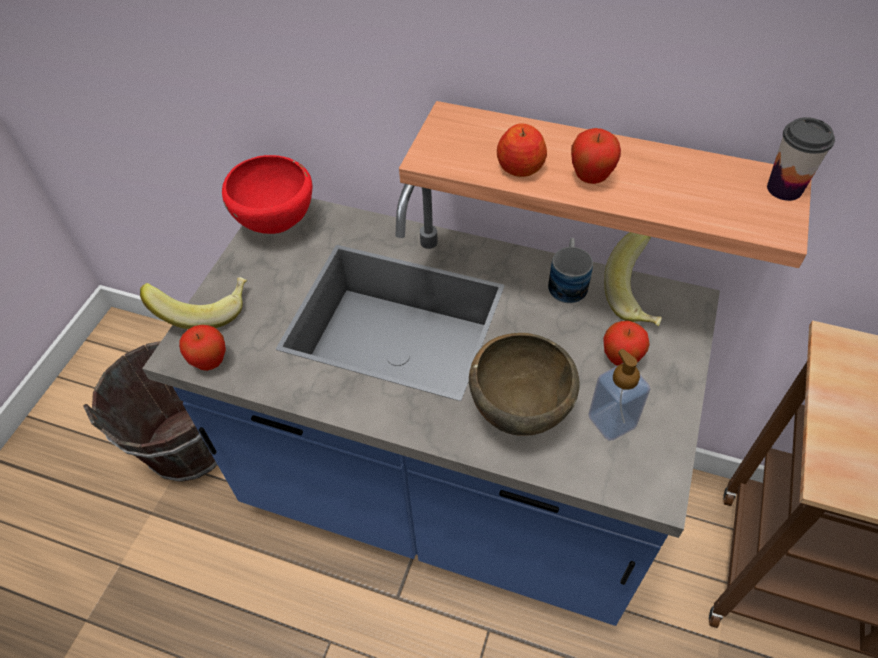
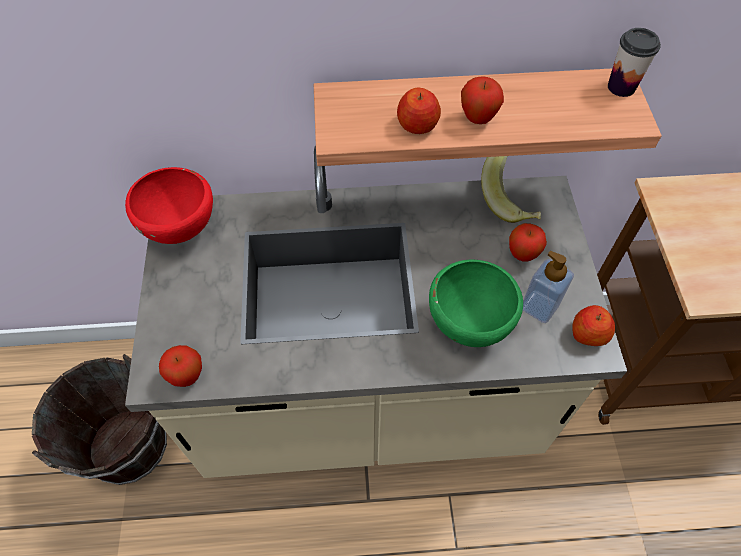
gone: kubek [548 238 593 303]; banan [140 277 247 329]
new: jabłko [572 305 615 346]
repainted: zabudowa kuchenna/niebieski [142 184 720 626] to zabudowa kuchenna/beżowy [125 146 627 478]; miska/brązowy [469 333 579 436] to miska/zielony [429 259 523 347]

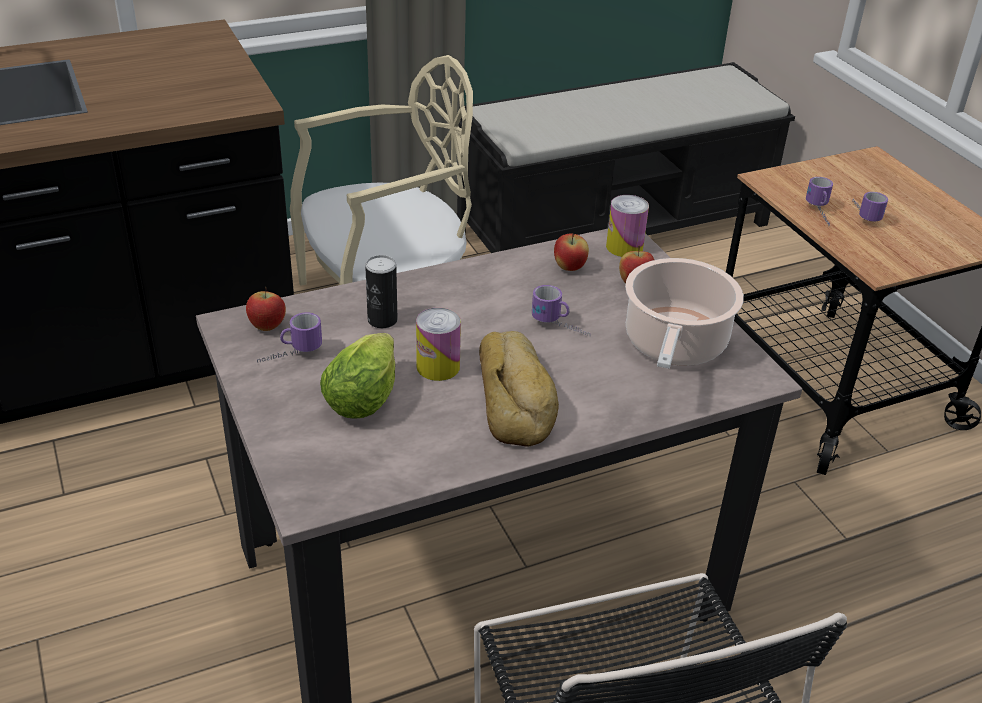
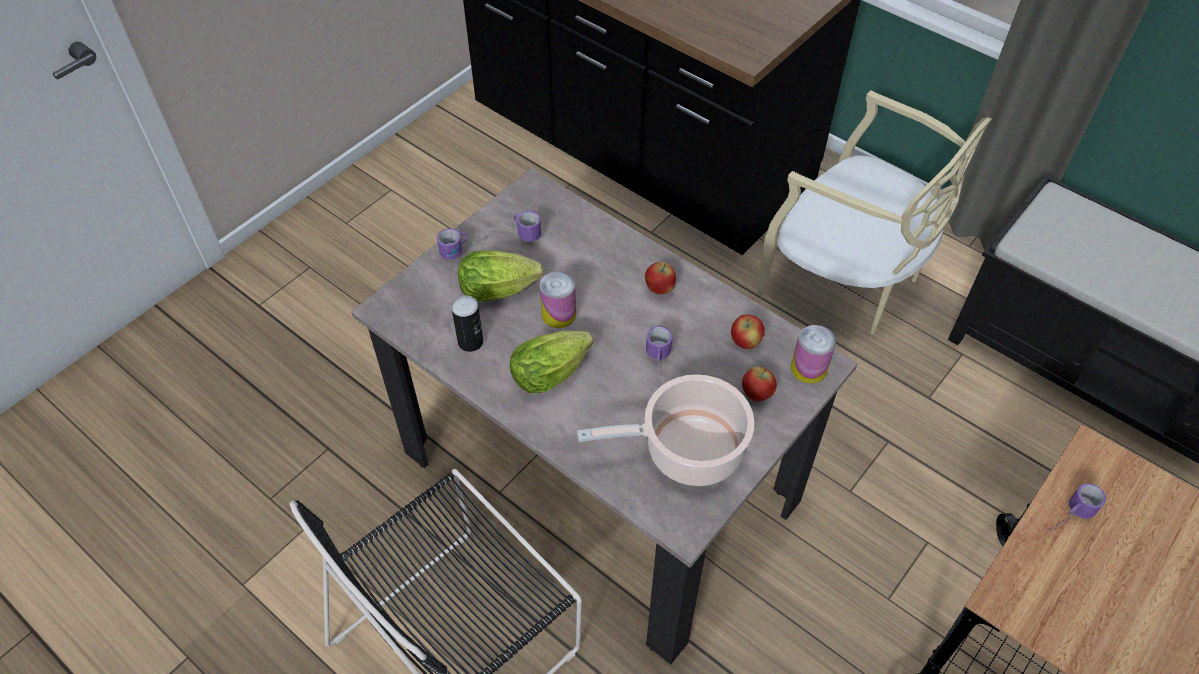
shifted: kubek [852 192 888 222] to [437 228 486 260]; puszka [365 255 398 328] to [451 295 483 352]; jabłko [246 286 286 331] to [645 262 676 294]
swapped: chleb [479 331 559 446] to sałata [510 331 593 393]

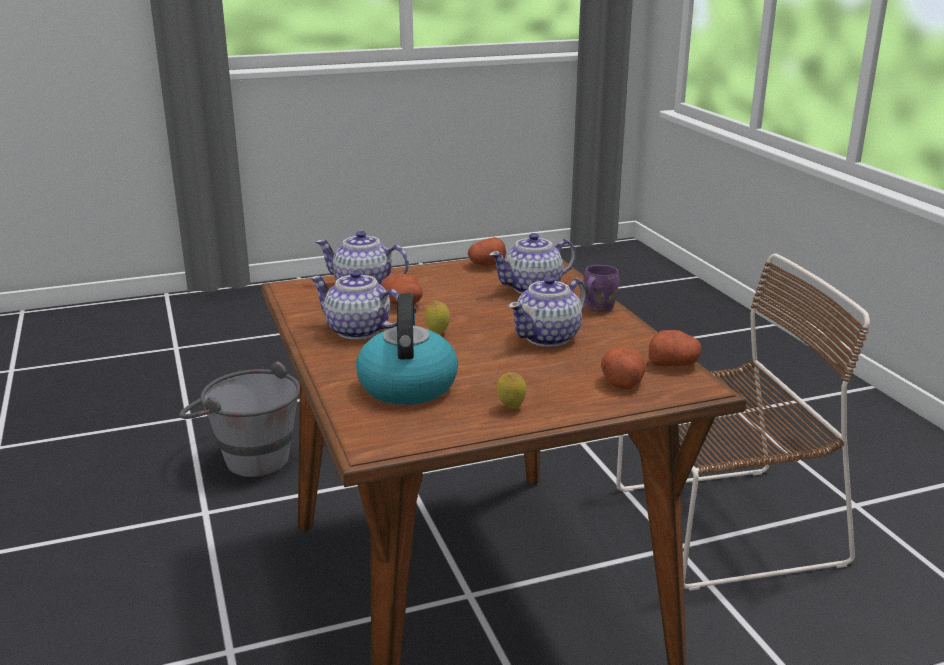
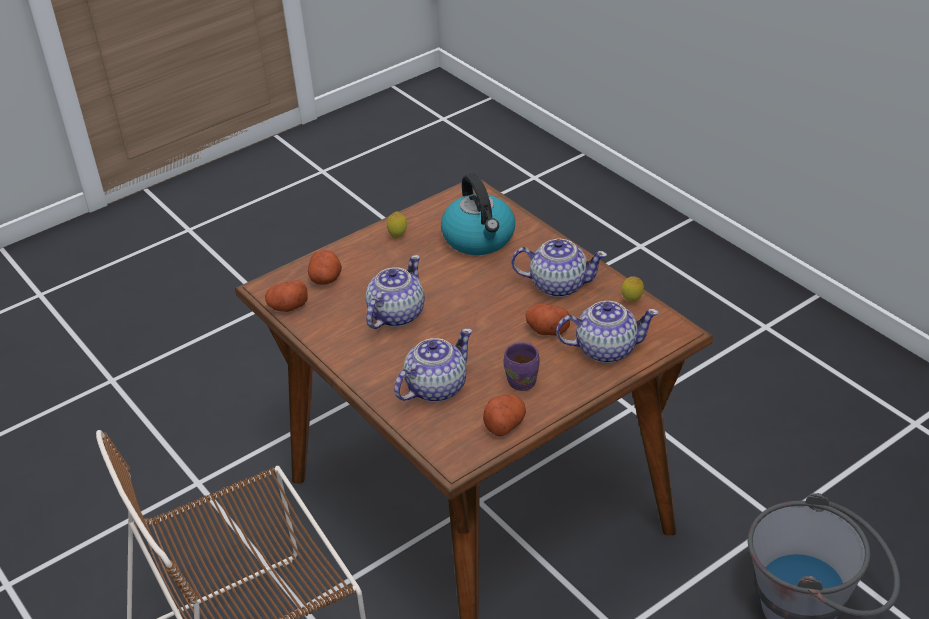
shifted: kubek/fioletowy [583 265 619 312] to [503 342 540 391]; cytryna [425 300 450 335] to [622 277 644 302]

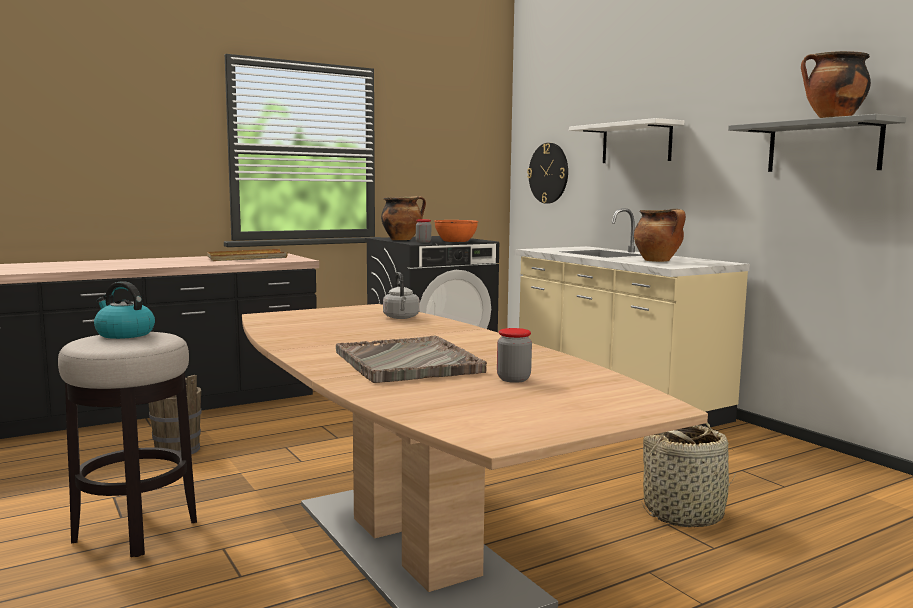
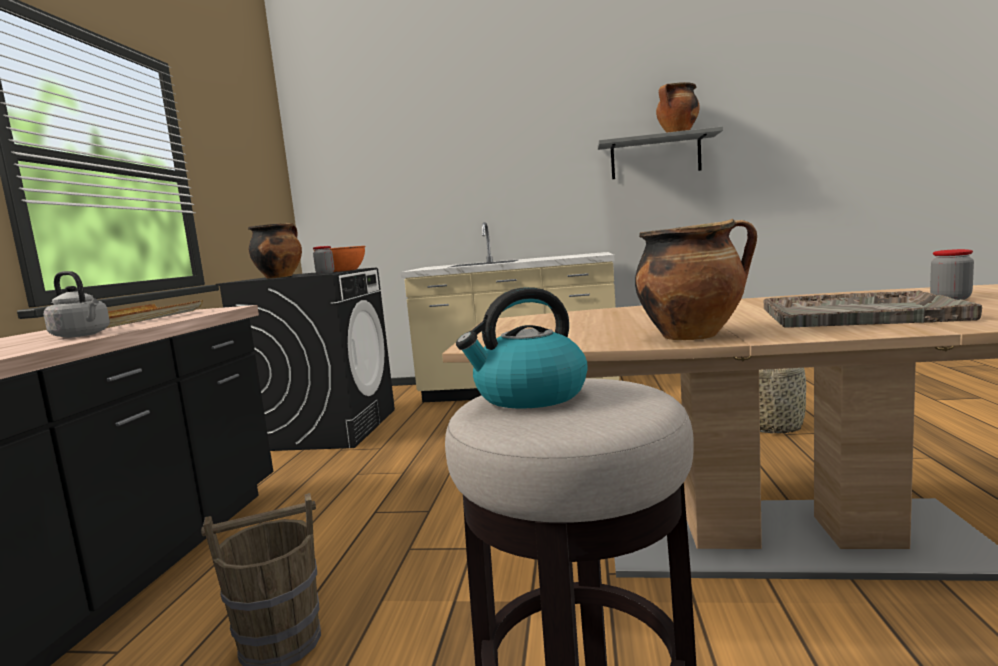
gone: półka/biały [569 118 684 163]; zegar ścienny [527 143 568 204]
shifted: garnek [634 209 686 262] to [635 219 757 340]; czajnik/szary [383 272 420 319] to [43 271 110 338]

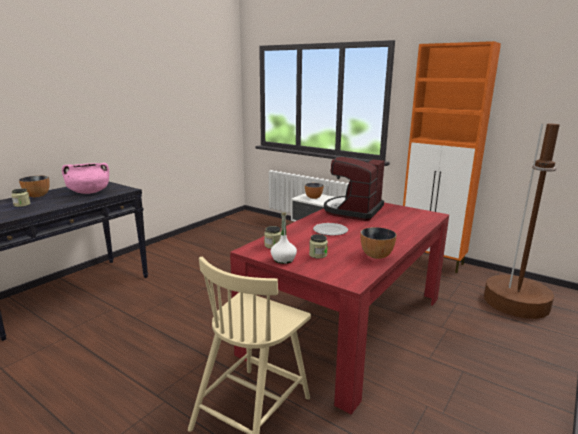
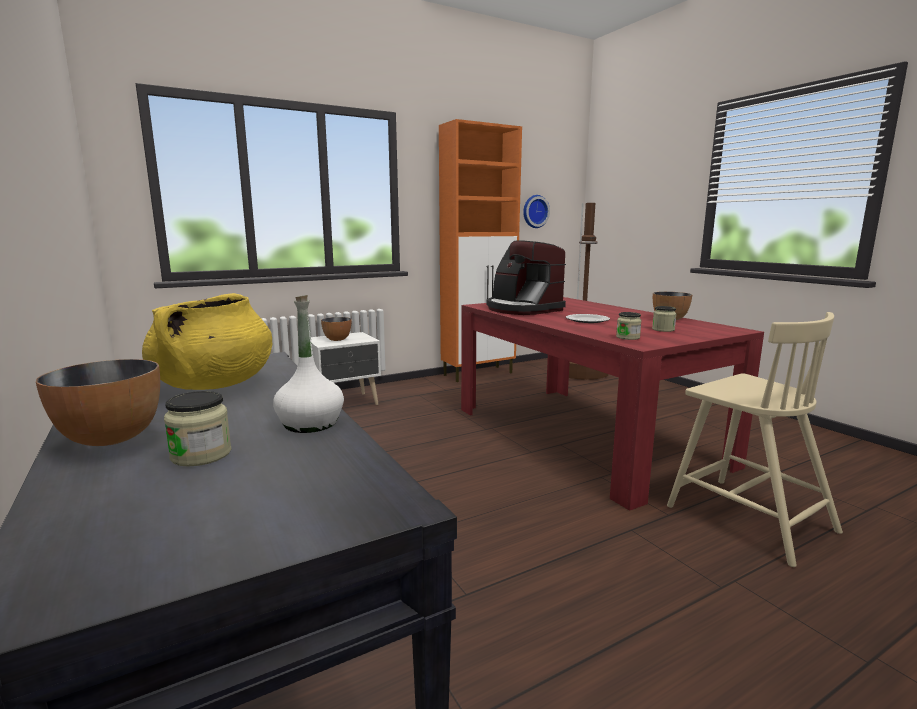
new: zegar ścienny [523 195 550 228]
shifted: butelka/biały [271 213 297 264] to [273 295 344 433]
repainted: garnek/różowy [62 163 109 194] to garnek/żółty [142 293 273 390]

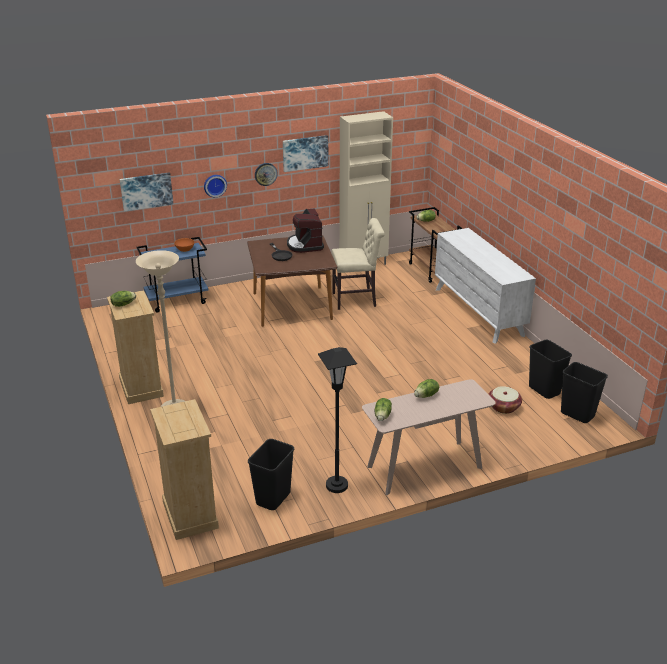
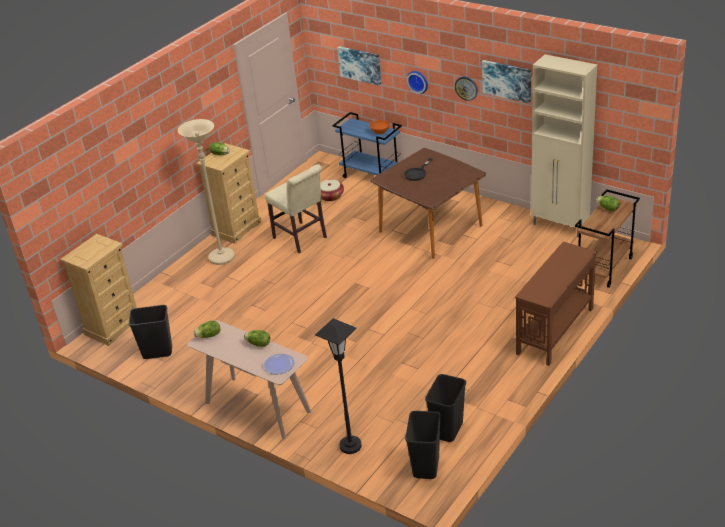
gone: ekspres do kawy [287 209 324 253]
new: talerz [264 354 294 374]
shifted: krzesło/beżowy [332 218 385 310] to [265 164 327 253]; lampa stojąca/czarny [318 347 357 493] to [315 318 362 454]; koszyk [488 386 522 414] to [320 179 344 201]
swapped: komoda/biały [435 228 536 344] to stolik konsolowy/brązowy [515 242 597 366]

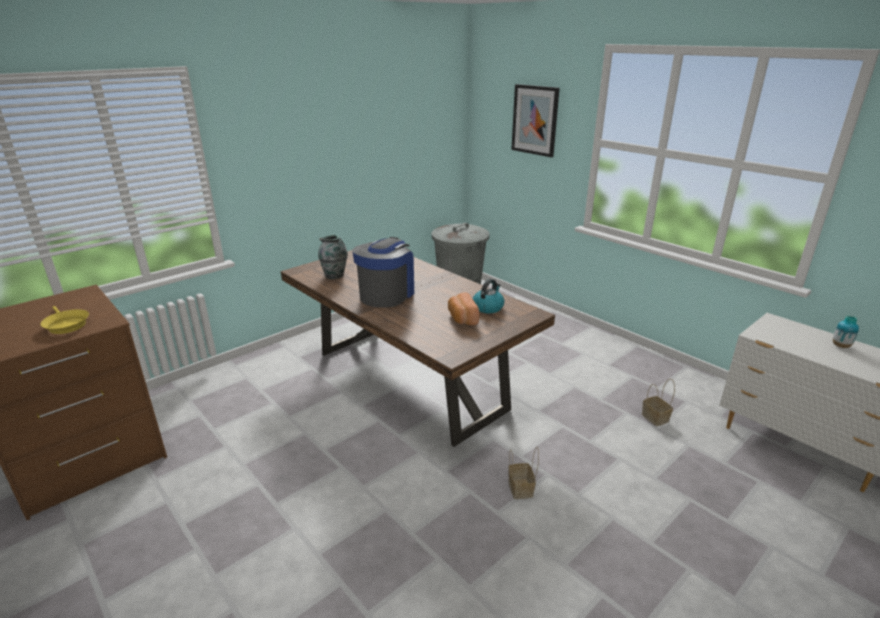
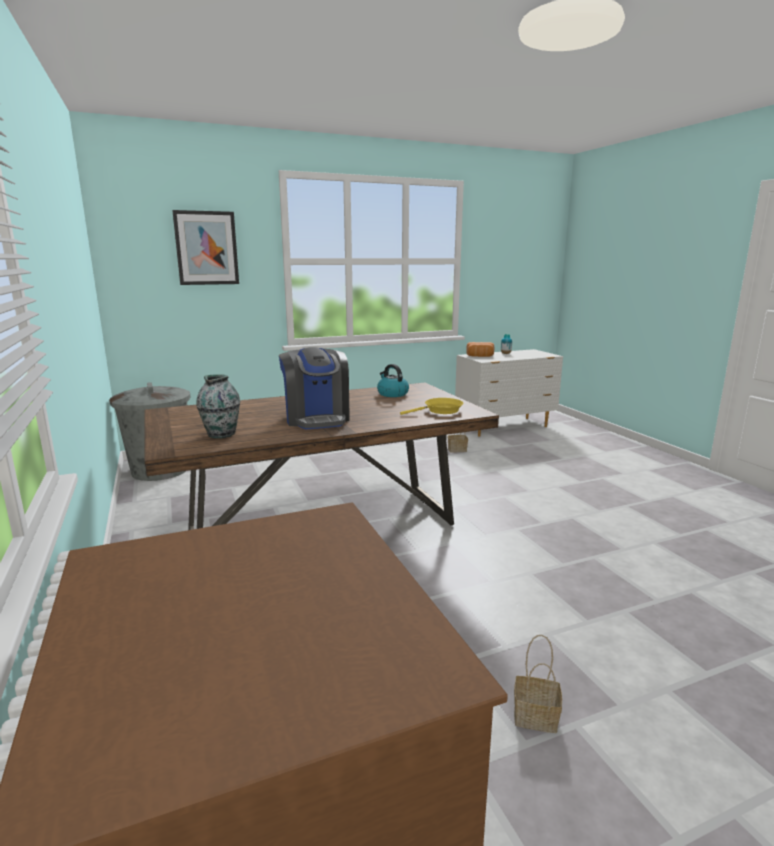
shifted: chleb [448 292 479 325] to [466 342 494 357]; patelnia/żółty [40 306 89 334] to [400 398 463 415]; koszyk [508 447 539 499] to [514 635 562 733]
rotated: ekspres do kawy [352 237 414 308] = [279 347 350 429] 150 degrees counterclockwise

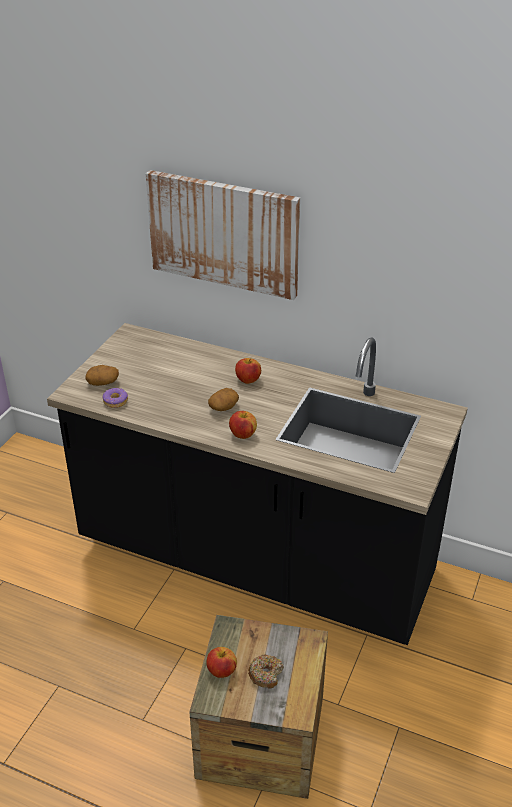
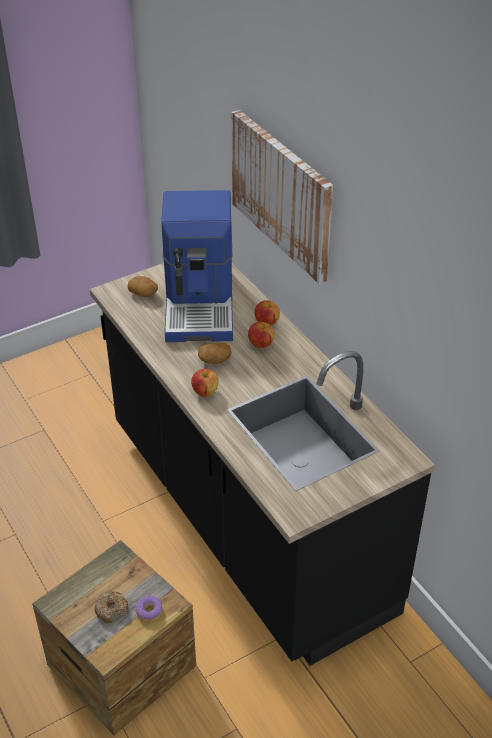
new: ekspres do kawy [161 190 233 342]
shifted: donut [103 388 128 408] to [136 596 163 622]; jabłko [206 647 237 678] to [254 300 280 326]

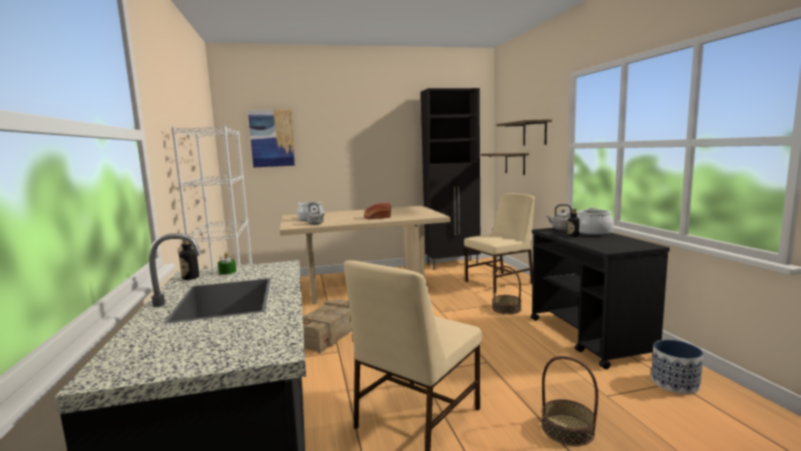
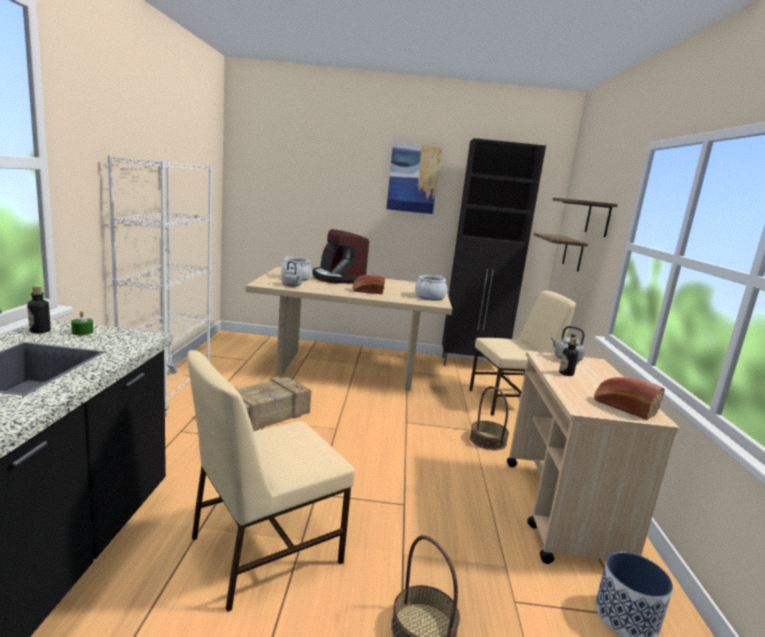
new: ekspres do kawy [312 229 369 284]; chleb [594 377 665 420]
shifted: obraz [248 110 296 167] to [386 142 442 214]; garnek [577 208 614 236] to [415 275 447 301]
repainted: wózek/czarny [531 228 670 370] to wózek/beżowy [507 351 679 564]

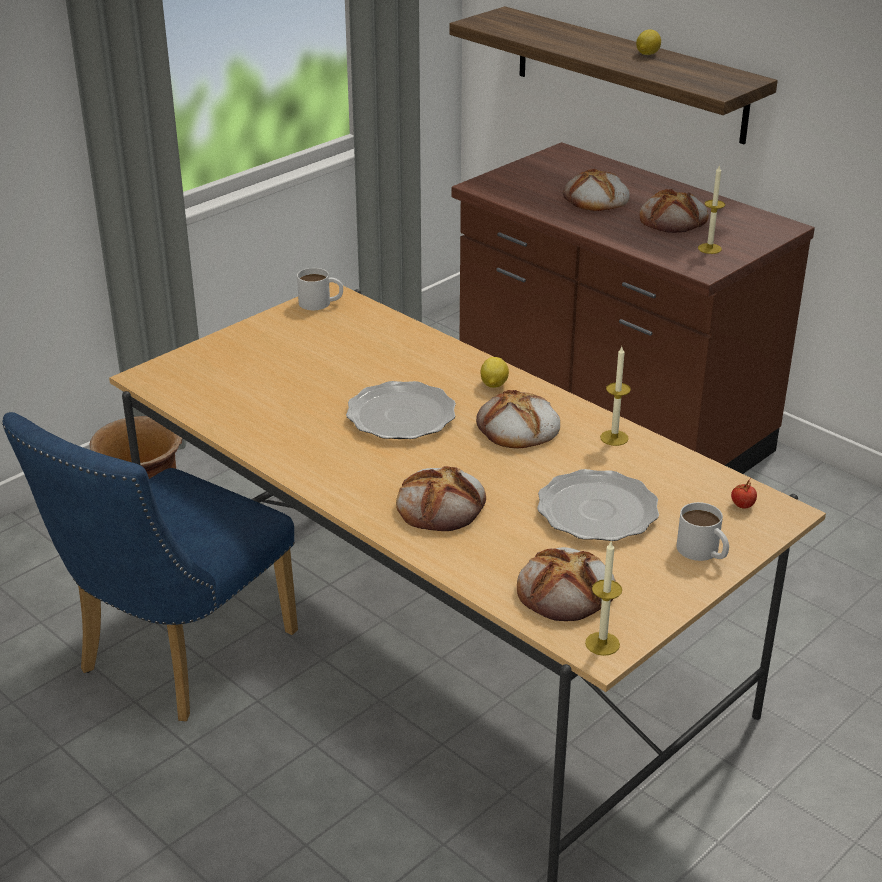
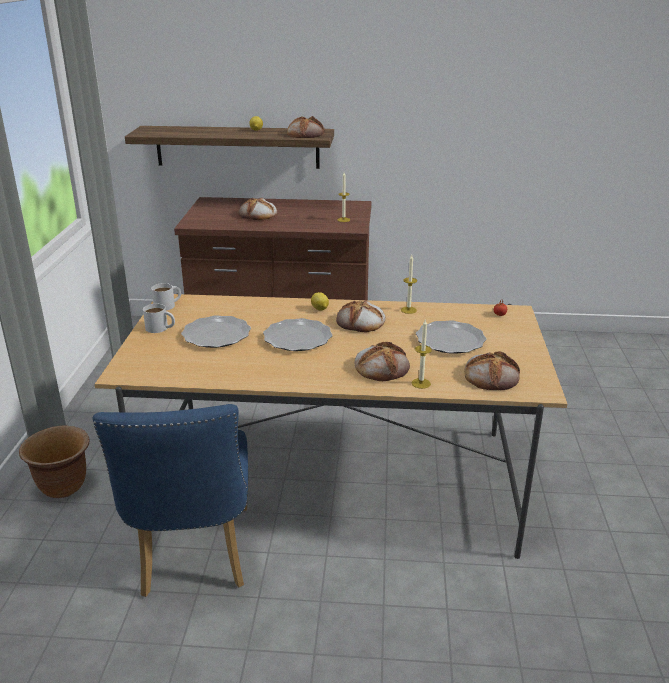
new: talerz [181 315 251 348]
shifted: chleb [640 189 709 233] to [287 116 325 138]; kubek/biały [676 502 729 561] to [143 304 175 333]; świeca [585 541 622 656] to [412 320 432 389]

